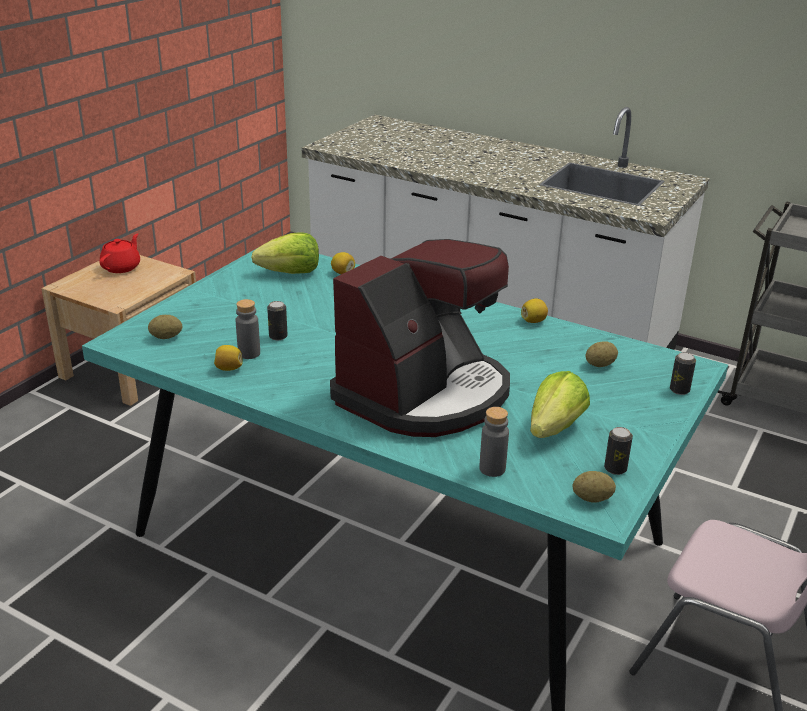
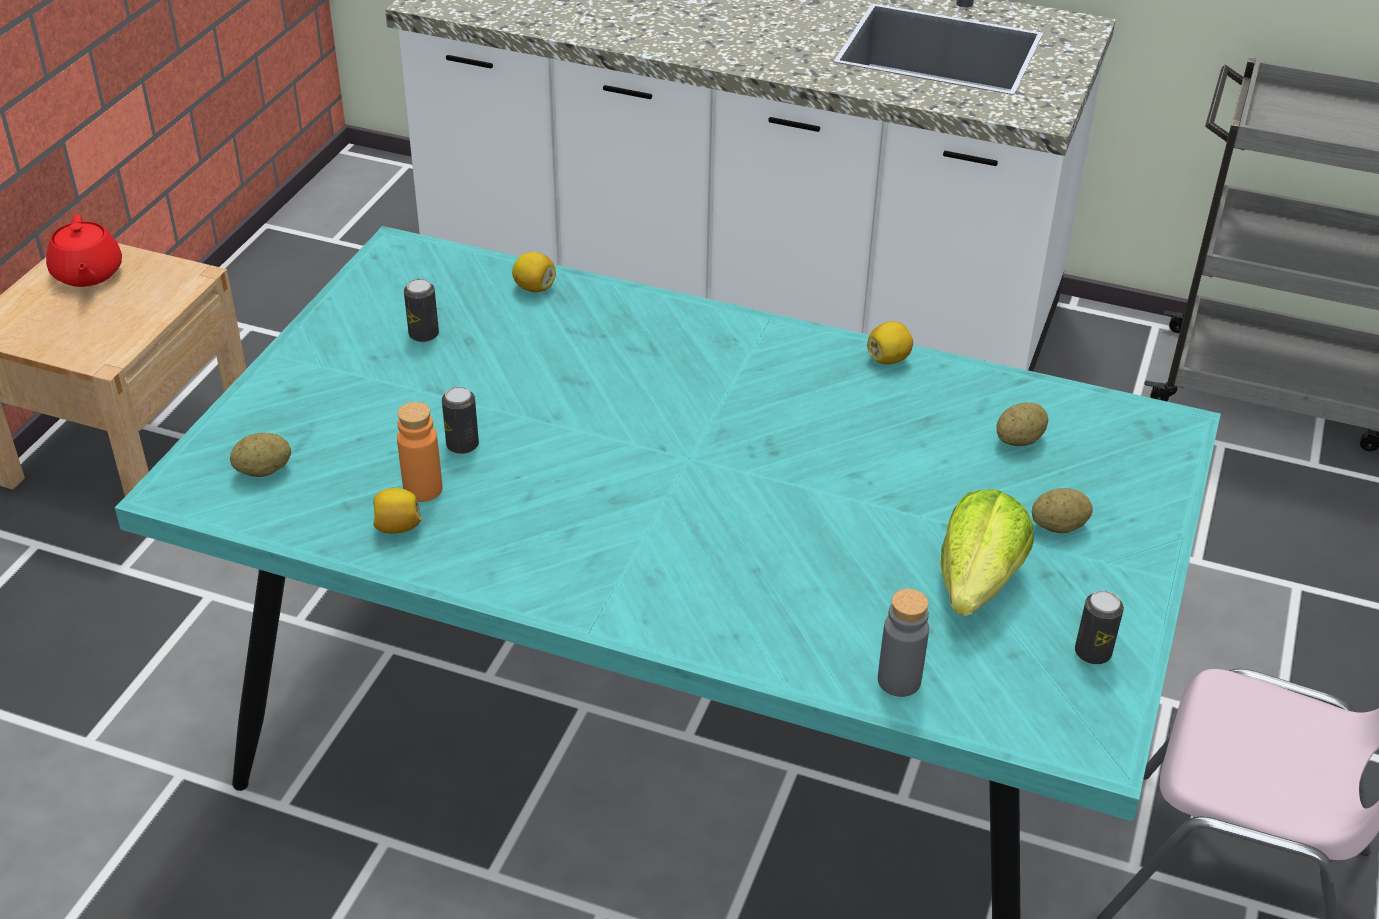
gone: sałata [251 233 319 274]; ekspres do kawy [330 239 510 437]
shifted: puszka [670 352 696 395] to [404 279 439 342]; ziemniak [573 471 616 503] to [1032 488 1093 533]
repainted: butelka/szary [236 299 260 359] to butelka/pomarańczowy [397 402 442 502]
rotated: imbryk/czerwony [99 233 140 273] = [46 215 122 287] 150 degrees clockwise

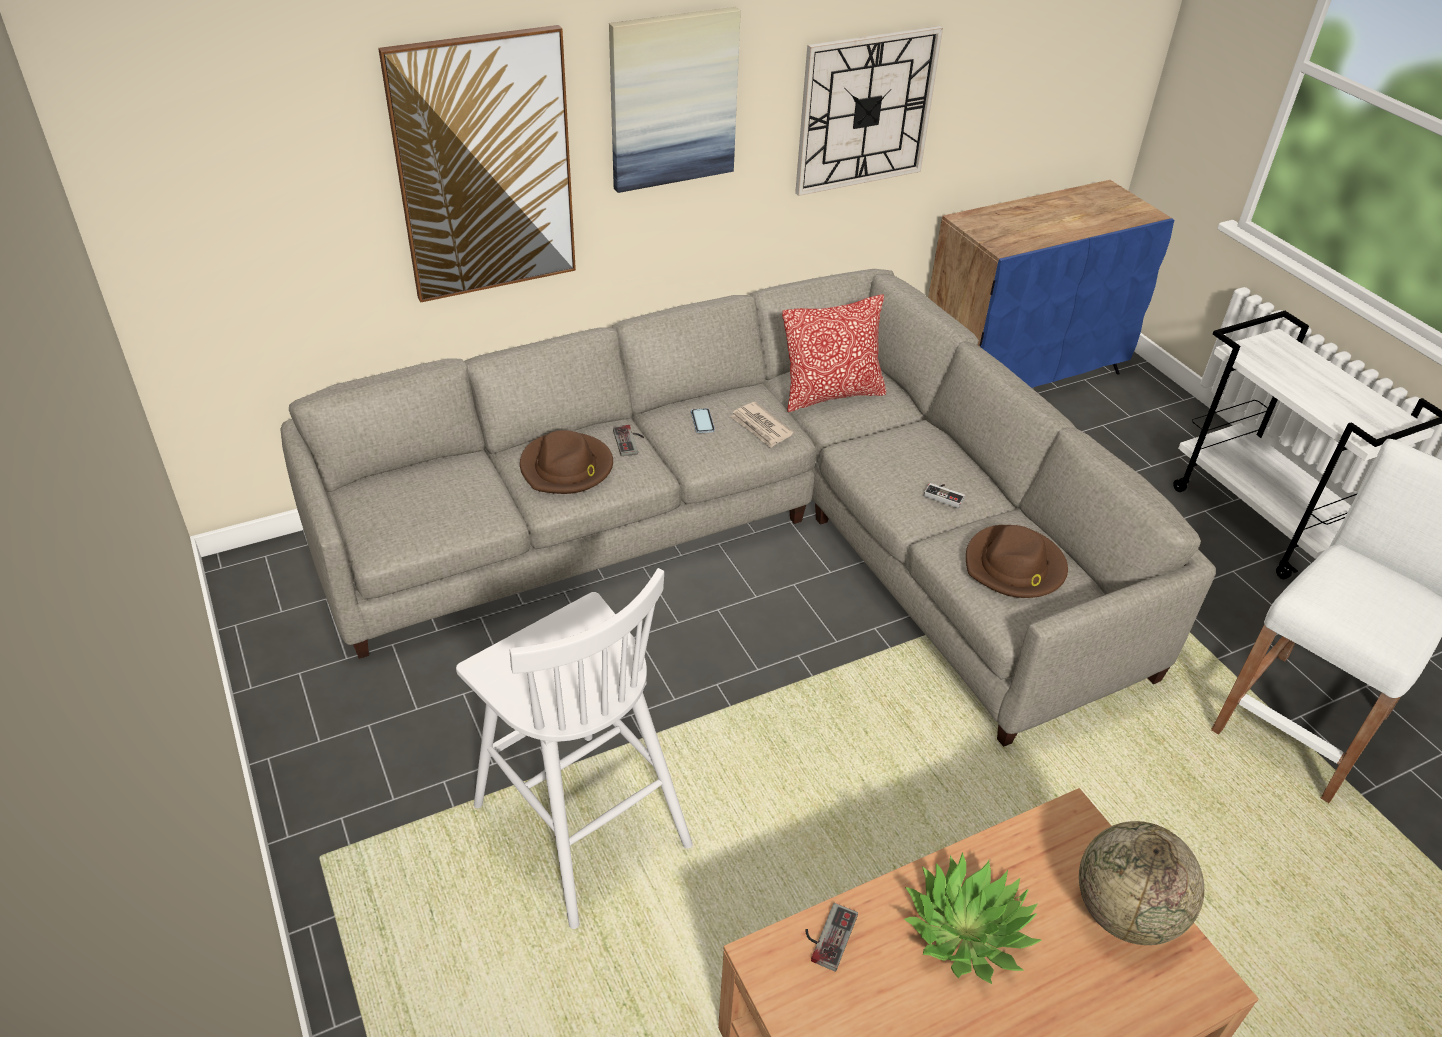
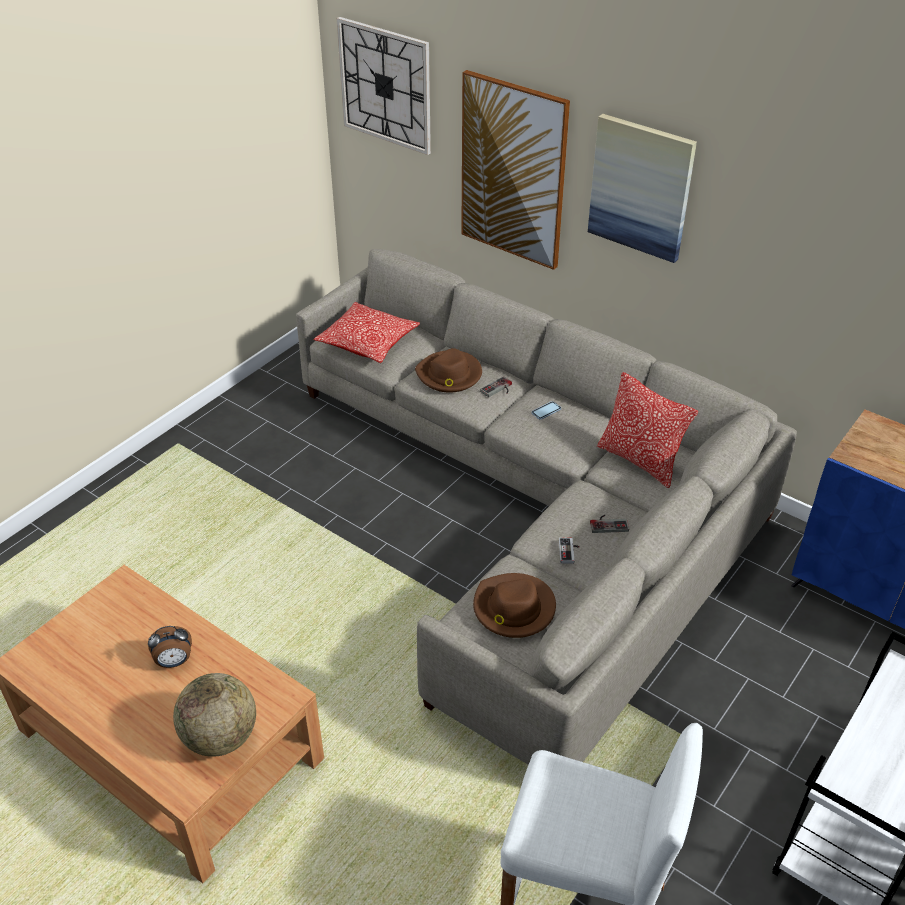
gone: gazeta [730 402 793 448]; stołek/biały [456 568 693 929]
new: poduszka [313 302 420 363]
shifted: zegar ścienny [795 26 943 196] to [337 17 431 155]; pad do gier [805 903 858 972] to [590 515 629 533]
swapped: roślina doniczkowa [904 853 1042 984] to budzik [148 626 192 668]

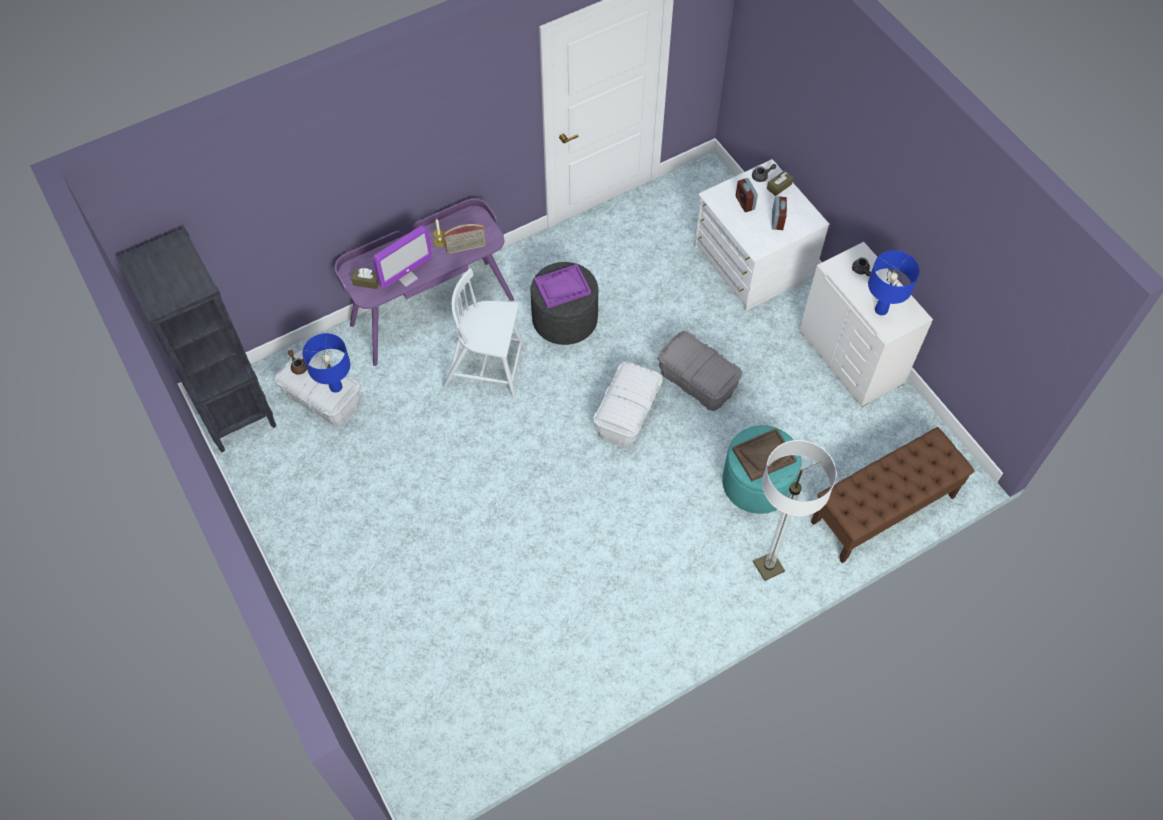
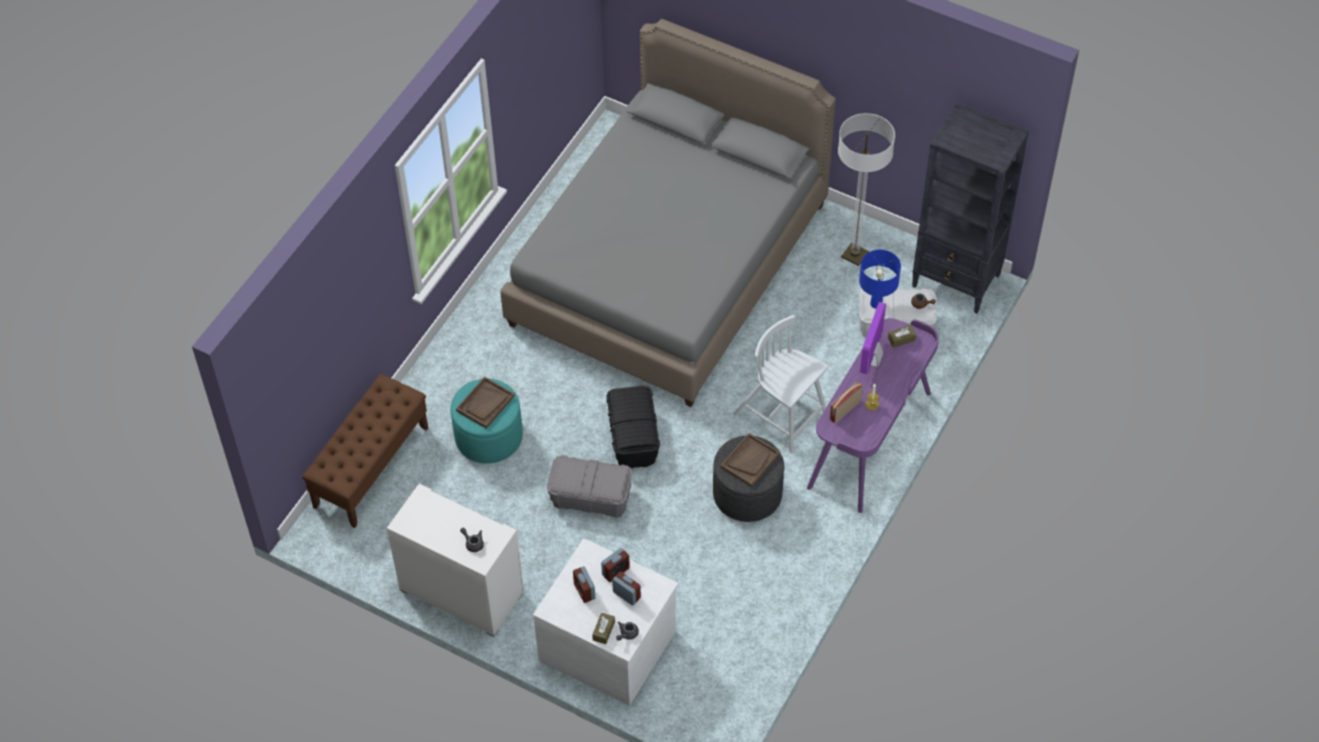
gone: lampa stołowa/niebieski [868 250 920 315]
new: łóżko/szary [500 19 836 407]; budzik [601 548 630 582]
shifted: lampa stojąca [753 440 837 581] to [838 113 895 266]
repainted: taca/fioletowy [534 264 591 309] to taca/brązowy [720 433 780 487]; pojemnik do przechowywania/biały [593 362 663 448] to pojemnik do przechowywania/czarny [606 386 660 468]
rotated: krzesło/biały [443 269 527 399] = [733 315 828 453] 120 degrees counterclockwise

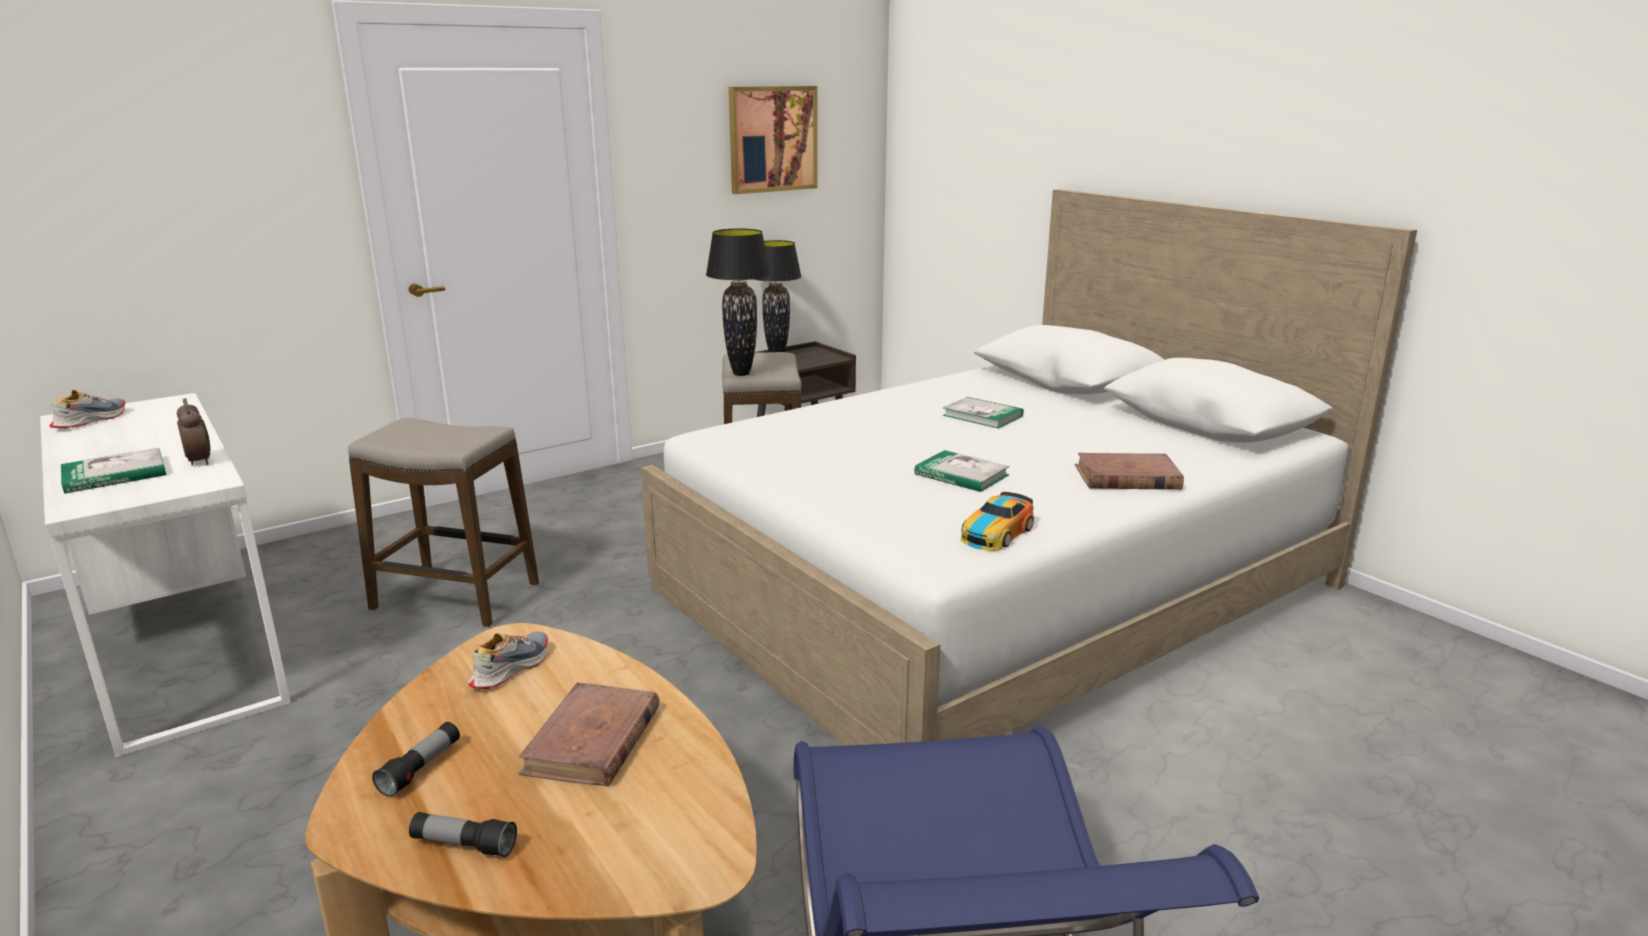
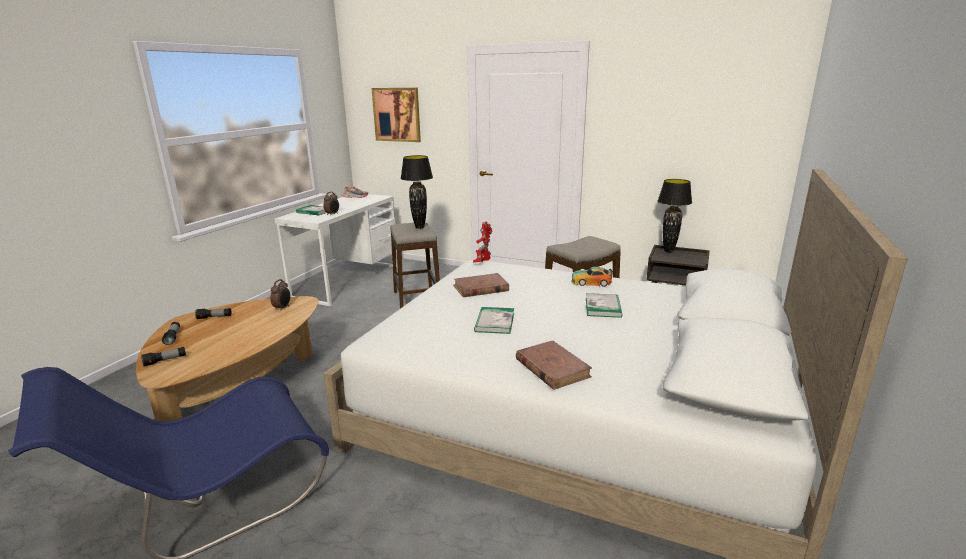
new: robot zabawkowy [473 221 492 262]; latarka [141 347 186 367]
shifted: obraz [729 86 818 194] to [371 88 421 142]; lampa stołowa/czarny [706 229 771 376] to [401 155 433 229]; samochodzik [961 492 1034 551] to [571 267 613 287]; książka/brązowy [519 683 660 786] to [453 273 509 297]
swapped: but [468 631 548 689] to budzik [270 279 290 311]

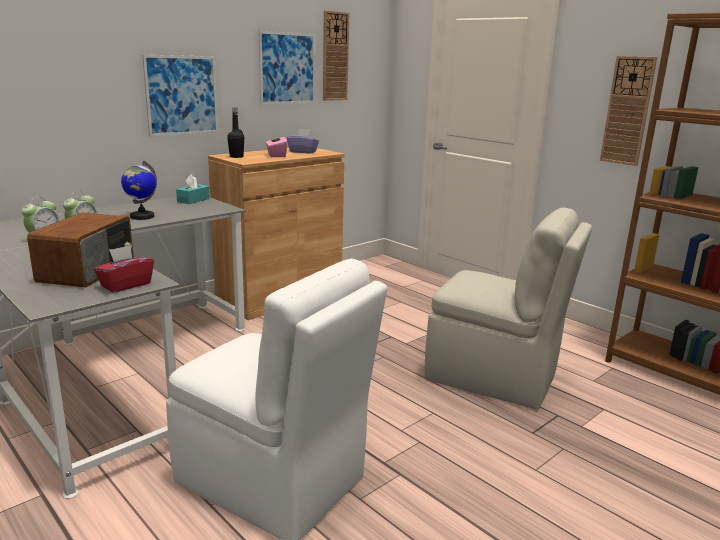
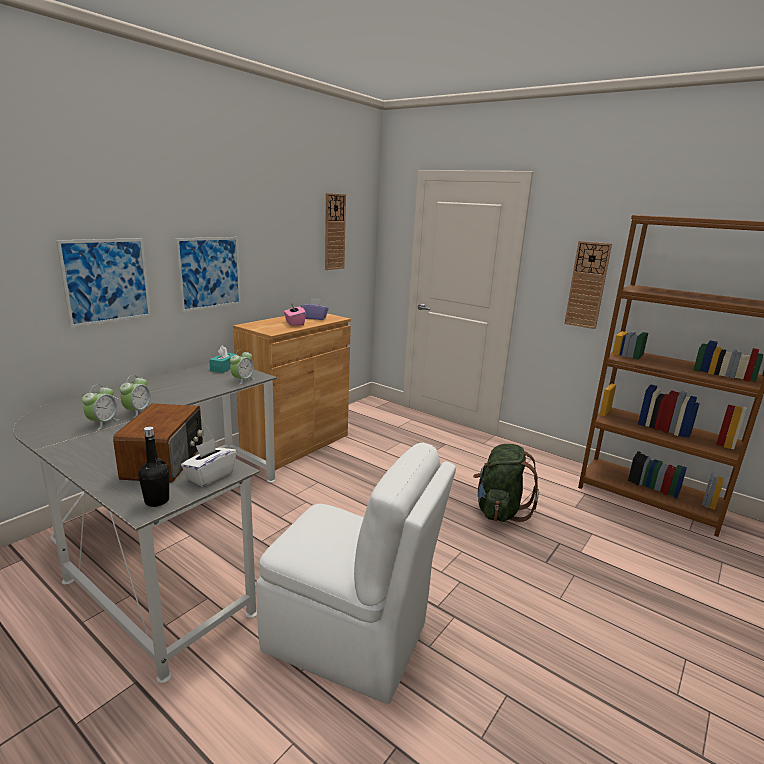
gone: globus [121 161 157 220]
new: budzik [230 349 254 385]
shifted: obraz [259 31 315 105] to [56 238 151 328]; butelka/czarny [227 107 244 158] to [138 426 169 507]
swapped: krzesło/beżowy [425 207 592 410] to plecak/zielony [473 444 539 522]
repainted: pudełko chusteczek/czerwony [94 245 154 293] to pudełko chusteczek/biały [181 439 237 487]

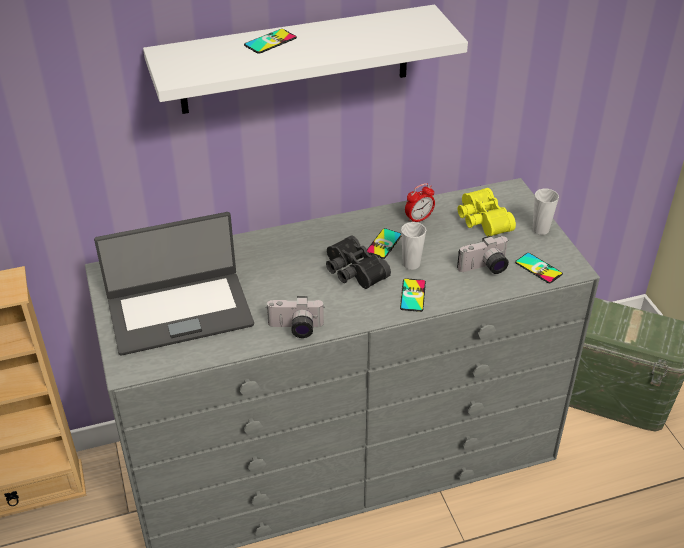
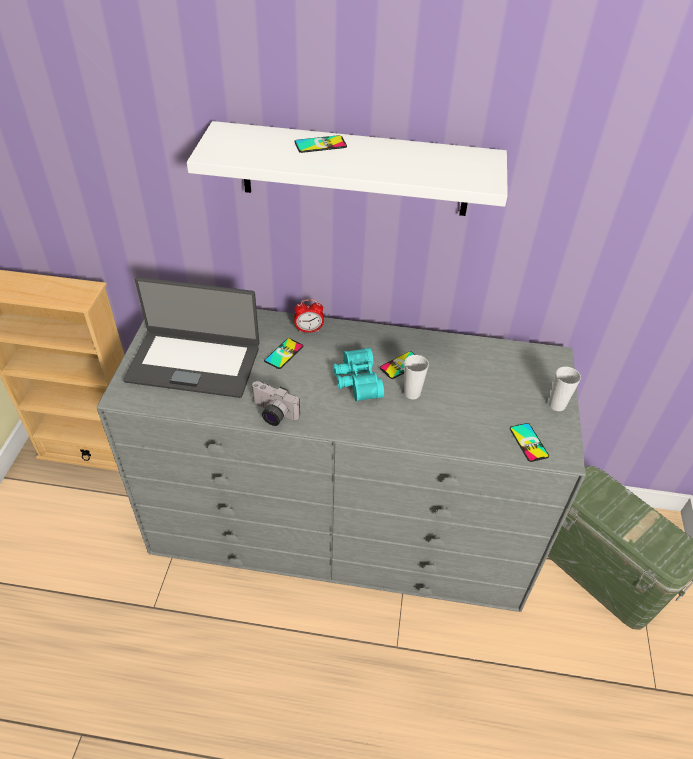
gone: lornetka/żółty [458 188 516 236]; aparat fotograficzny [457 236 509 274]
shifted: budzik [405 183 435 222] to [294 299 324 333]; telefon [400 278 426 312] to [264 338 303 369]
repainted: lornetka/czarny [326 236 391 289] to lornetka/turkusowy [333 348 384 401]

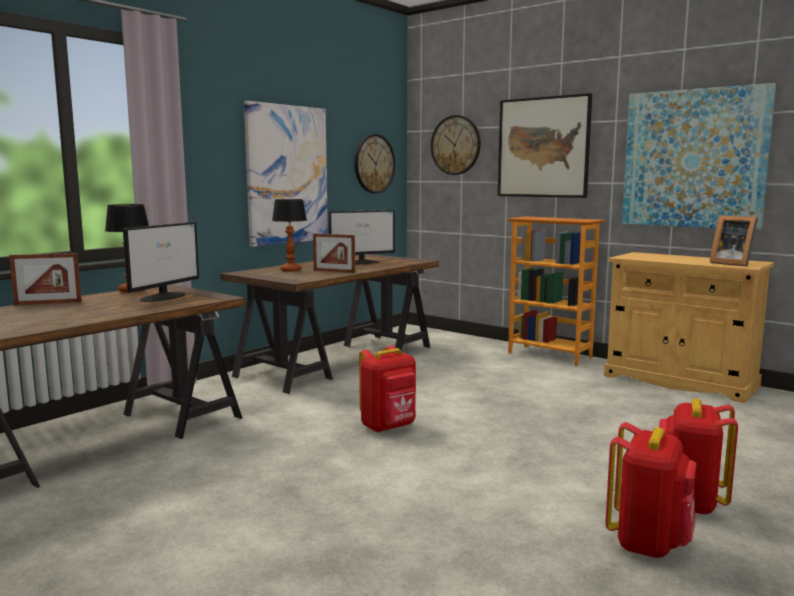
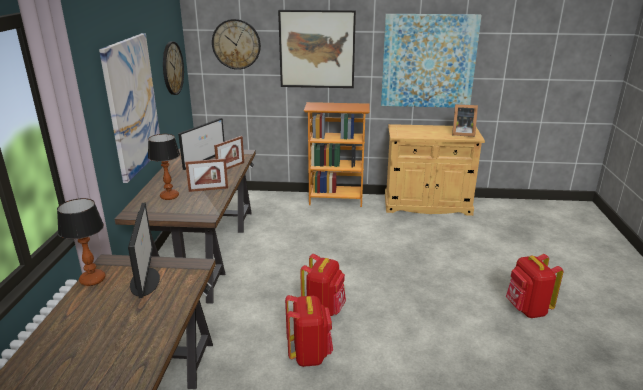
shifted: ramka na zdjęcie [9 253 82 305] to [214 136 244 169]; plecak/czerwony [605 422 696 558] to [285 295 333 367]

